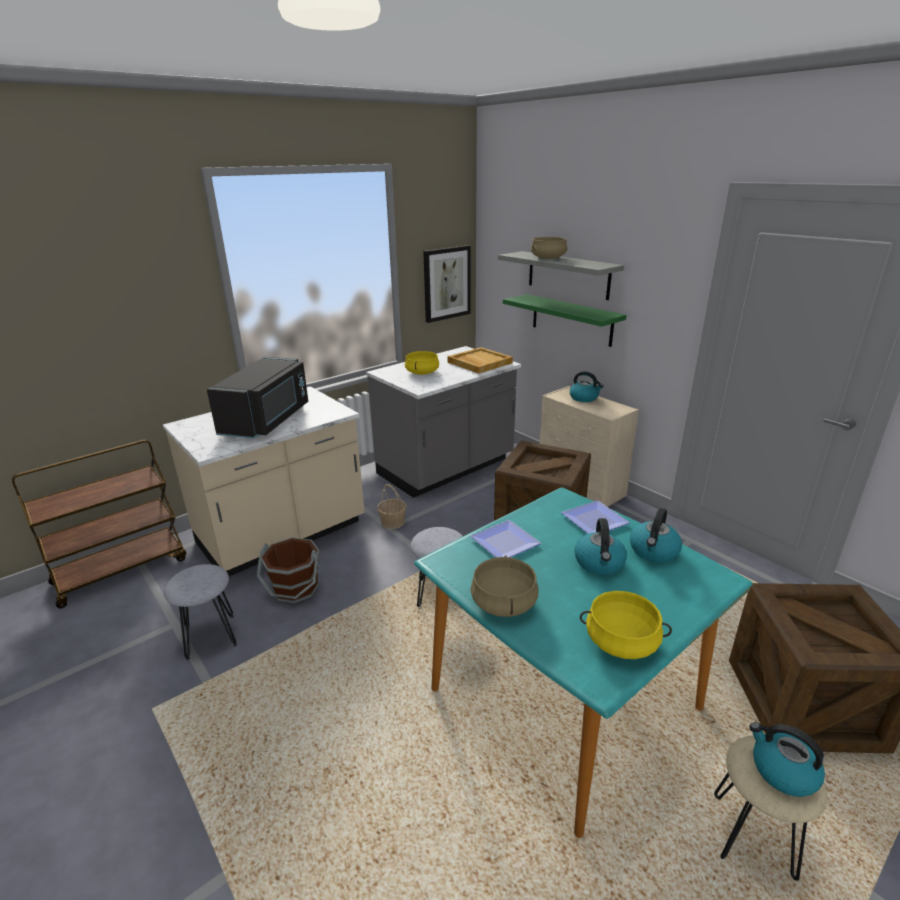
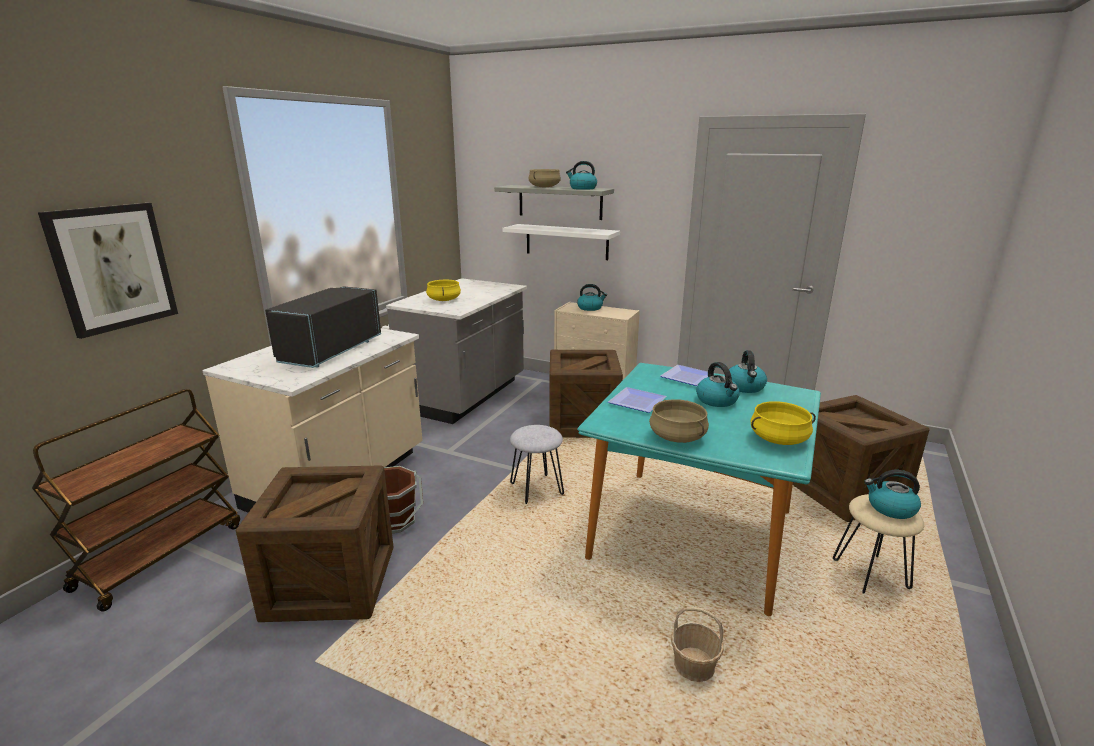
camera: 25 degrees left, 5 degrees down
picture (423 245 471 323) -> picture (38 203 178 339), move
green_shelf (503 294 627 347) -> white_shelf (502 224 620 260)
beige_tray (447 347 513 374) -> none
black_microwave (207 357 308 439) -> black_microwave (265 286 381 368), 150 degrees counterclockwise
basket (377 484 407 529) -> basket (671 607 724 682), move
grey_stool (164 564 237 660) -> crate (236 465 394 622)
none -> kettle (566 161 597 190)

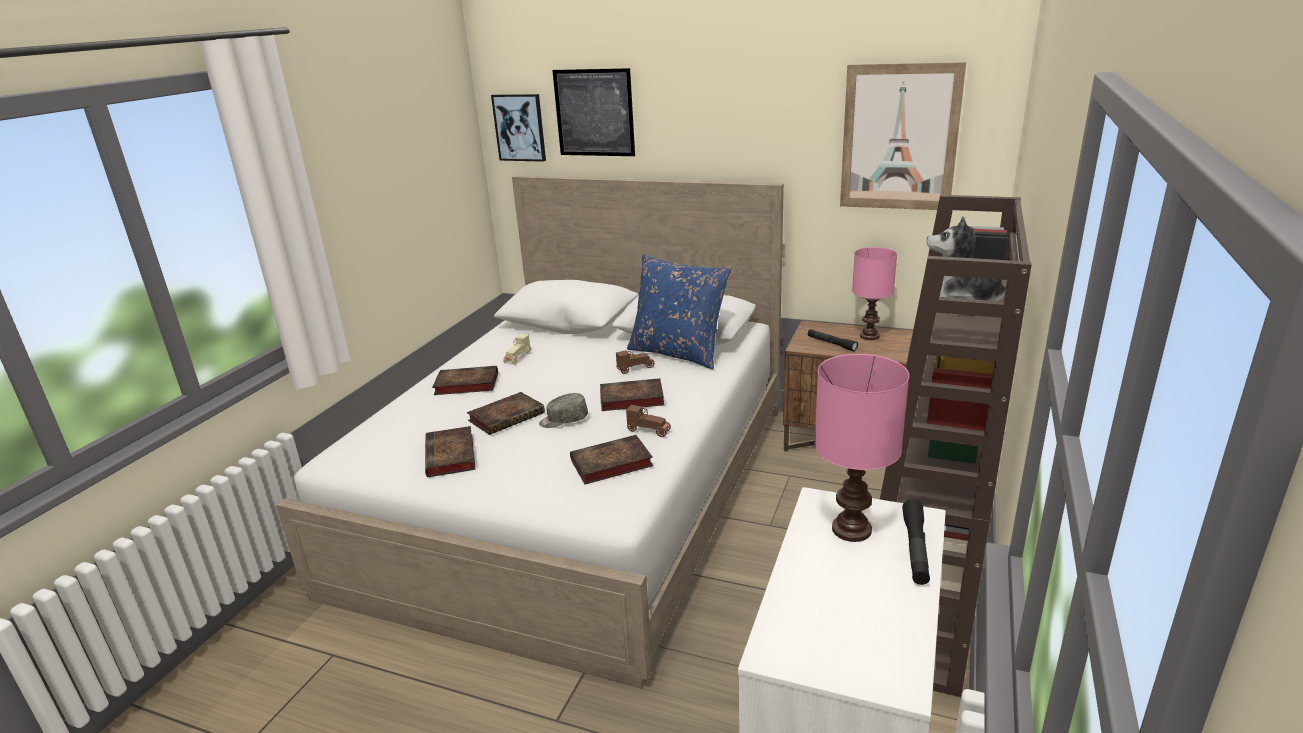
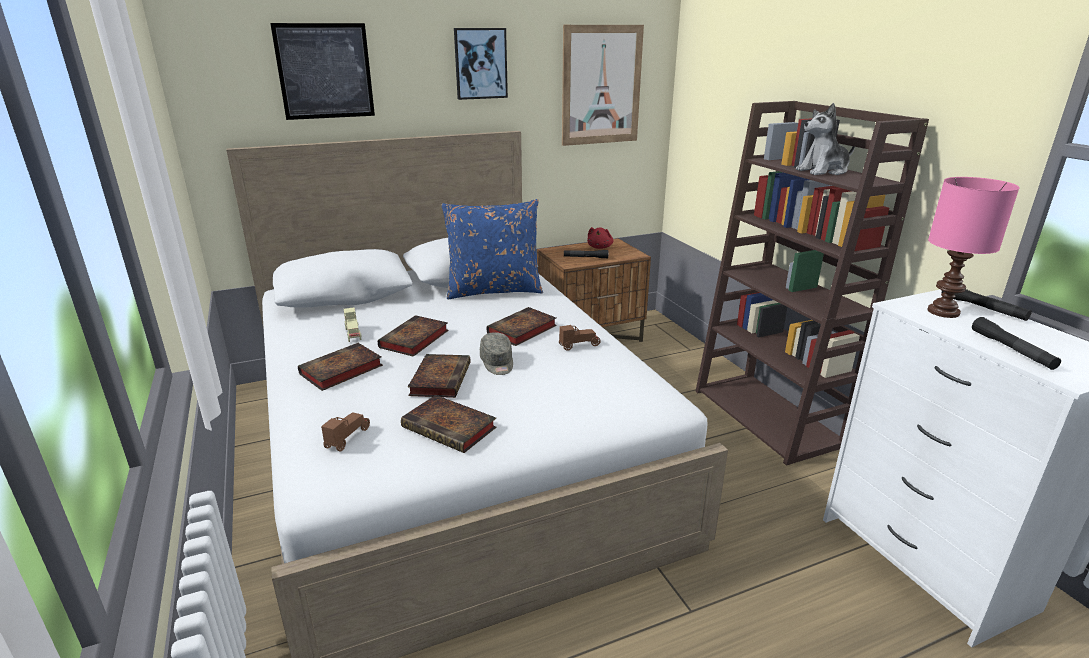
camera: 45 degrees left, 0 degrees up
picture (491 94 546 162) -> picture (454 28 508 100), move
pink_table_lamp (852 247 897 340) -> red_plush_toy (587 227 613 249)
brown_toy_car (616 350 655 374) -> brown_toy_car (321 412 370 451), move
grey_cap (539 393 588 428) -> grey_cap (480 332 513 375), 45 degrees counterclockwise
book (570 435 653 484) -> book (378 315 449 357), move
none -> black_flashlight (972 317 1061 370)

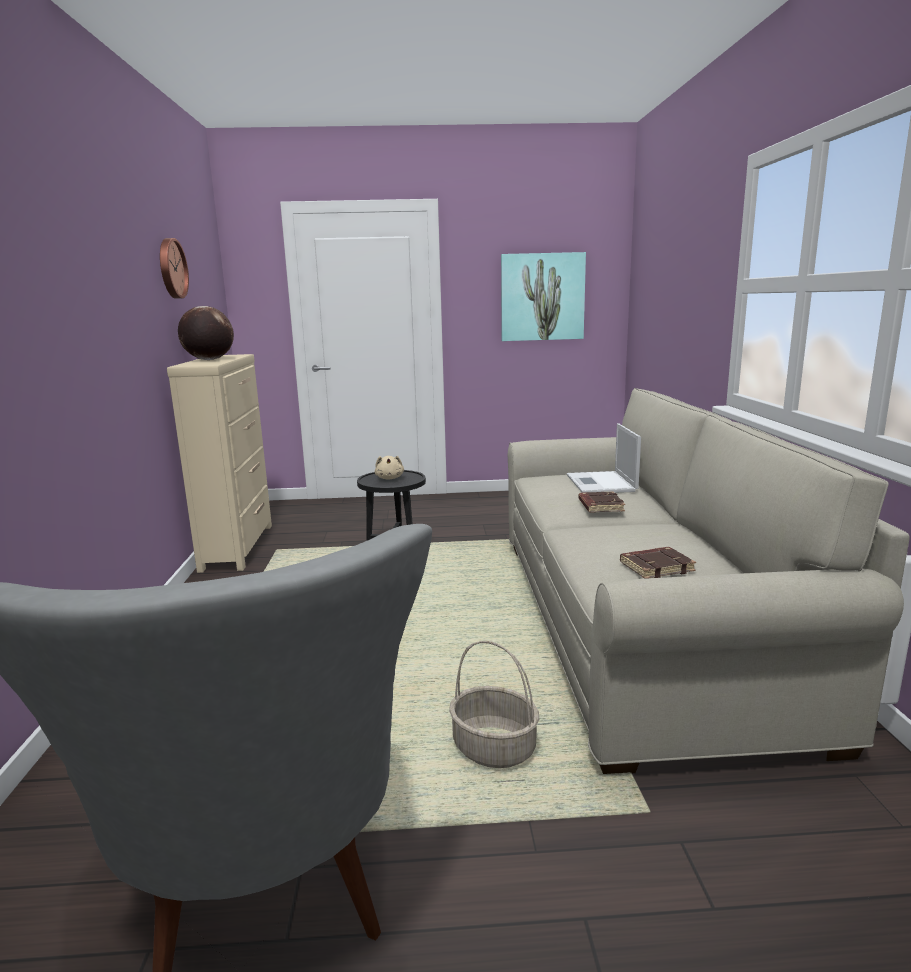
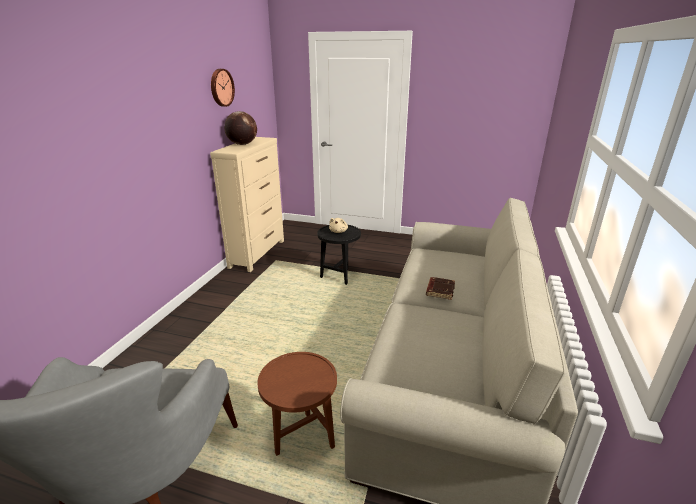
camera: 20 degrees right, 10 degrees up
picture (501 252 586 341) -> none
laptop (567 423 641 493) -> none
brown_book (620 547 696 579) -> none
basket (449 641 540 768) -> brown_side_table (257 352 337 456)

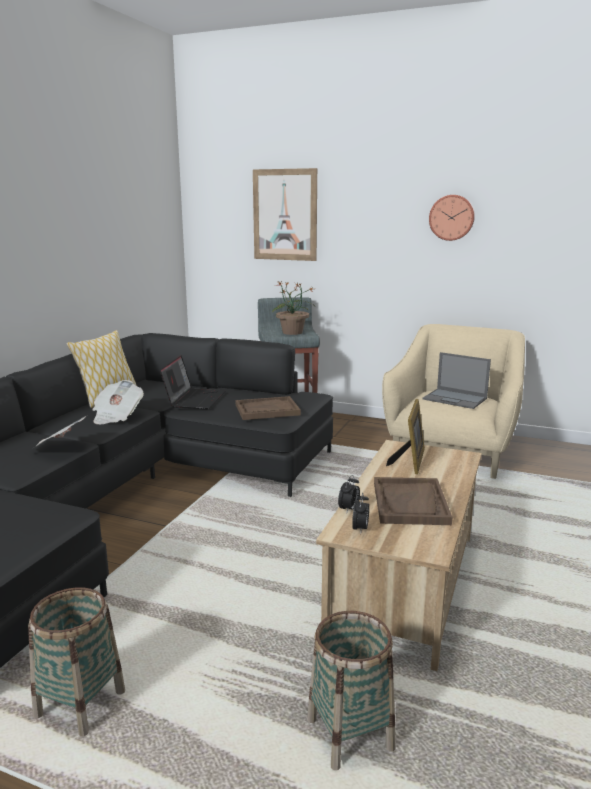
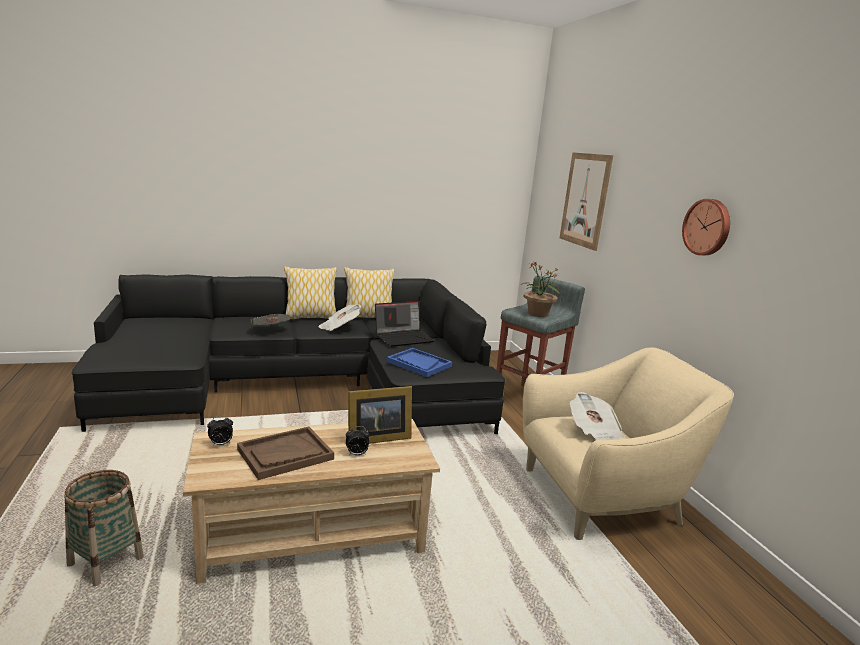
camera: 50 degrees right, 0 degrees up
laptop (422 352 491 409) -> newspaper (570 392 624 440)
brown_tray (236 396 301 420) -> blue_tray (386 348 452 377)
alarm_clock (338 475 360 514) -> alarm_clock (346 426 370 455), move
basket (28 588 125 736) -> none
none -> pillow (284 266 337 319)

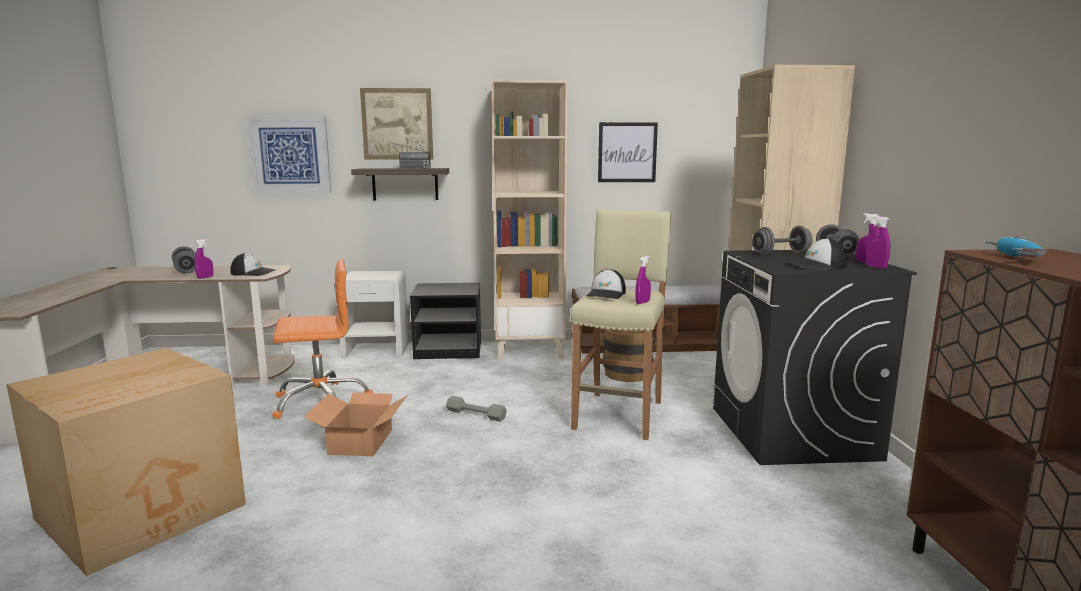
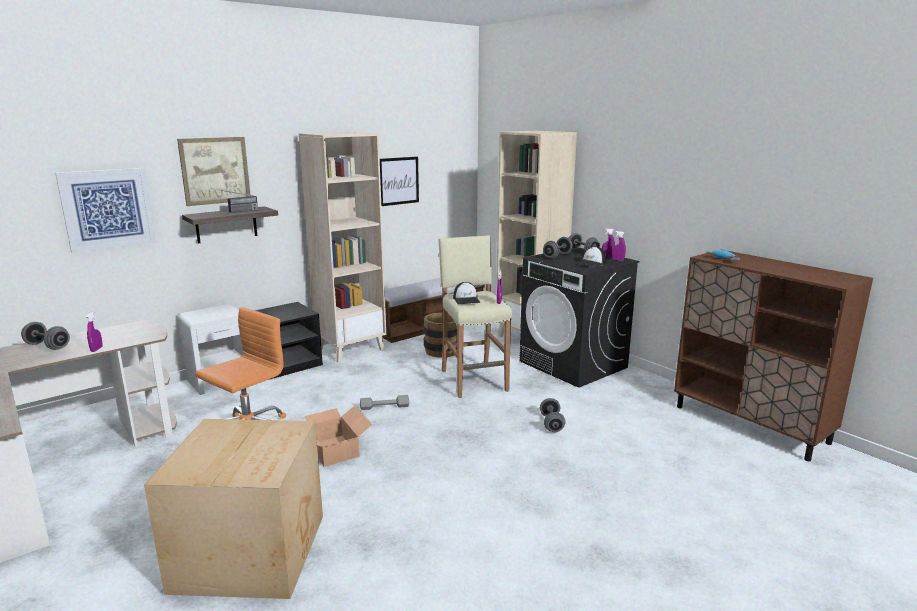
camera: 35 degrees left, 5 degrees up
cap (230 253 275 276) -> none
none -> grey_dumbbell (540 398 566 432)

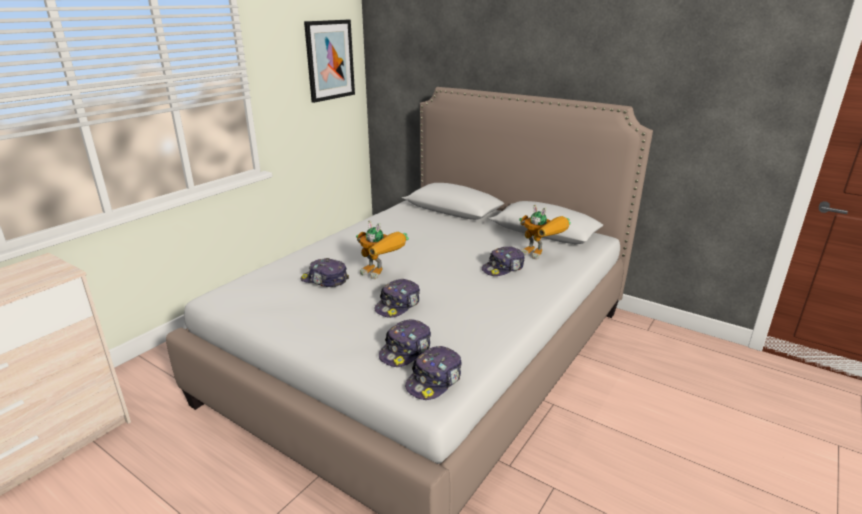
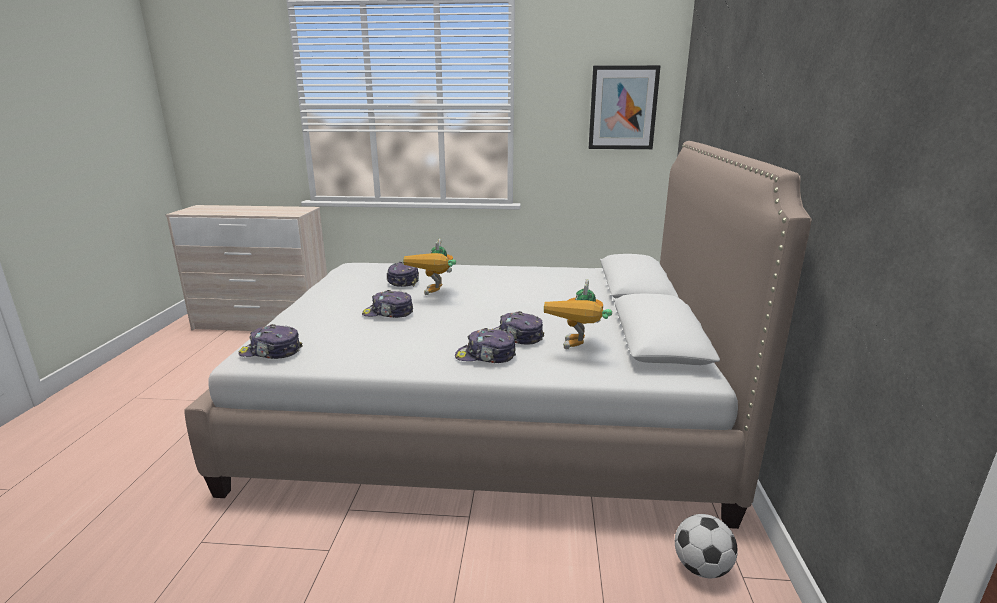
camera: 60 degrees right, 5 degrees down
cap (379 319 431 367) -> cap (455 328 516 363), move
none -> football (675 514 738 578)

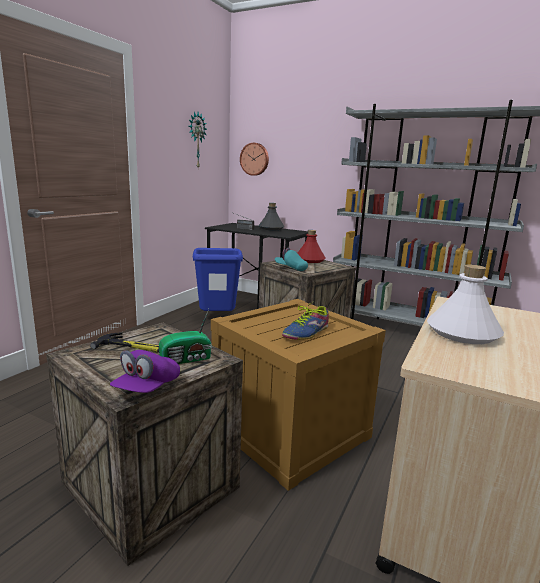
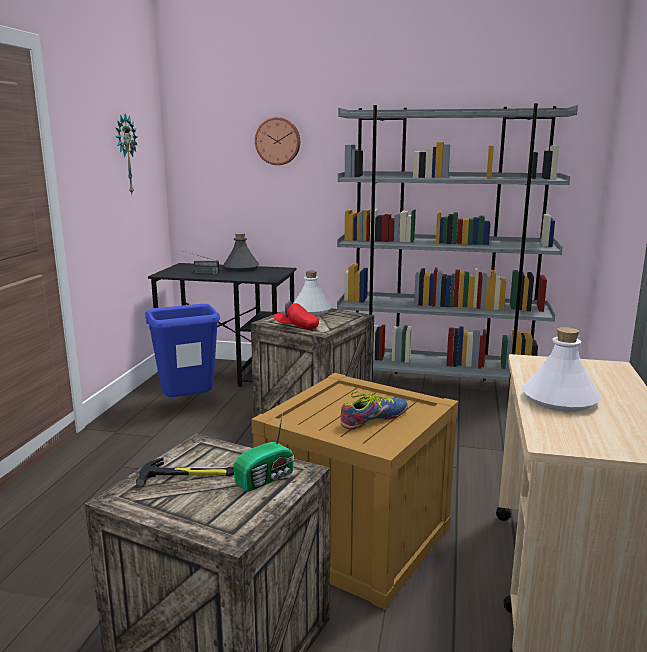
camera: 15 degrees left, 0 degrees up
wall_clock (240 143 269 176) -> wall_clock (255 117 300 165), move
red_bottle (297 230 326 263) -> white_bottle (294 271 332 315)
turquoise_cap (275 248 308 271) -> red_cap (274 300 319 330)
shoe (282 302 329 340) -> shoe (341 391 408 430), 150 degrees counterclockwise
purple_cap (110 350 180 393) -> none

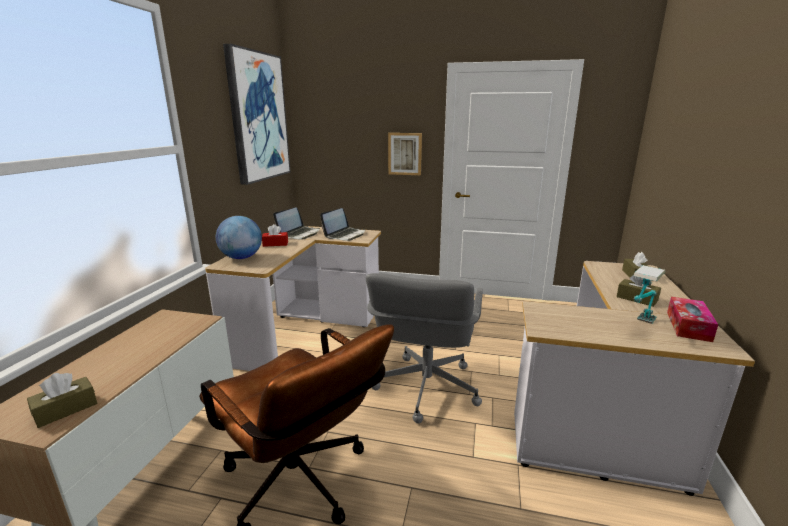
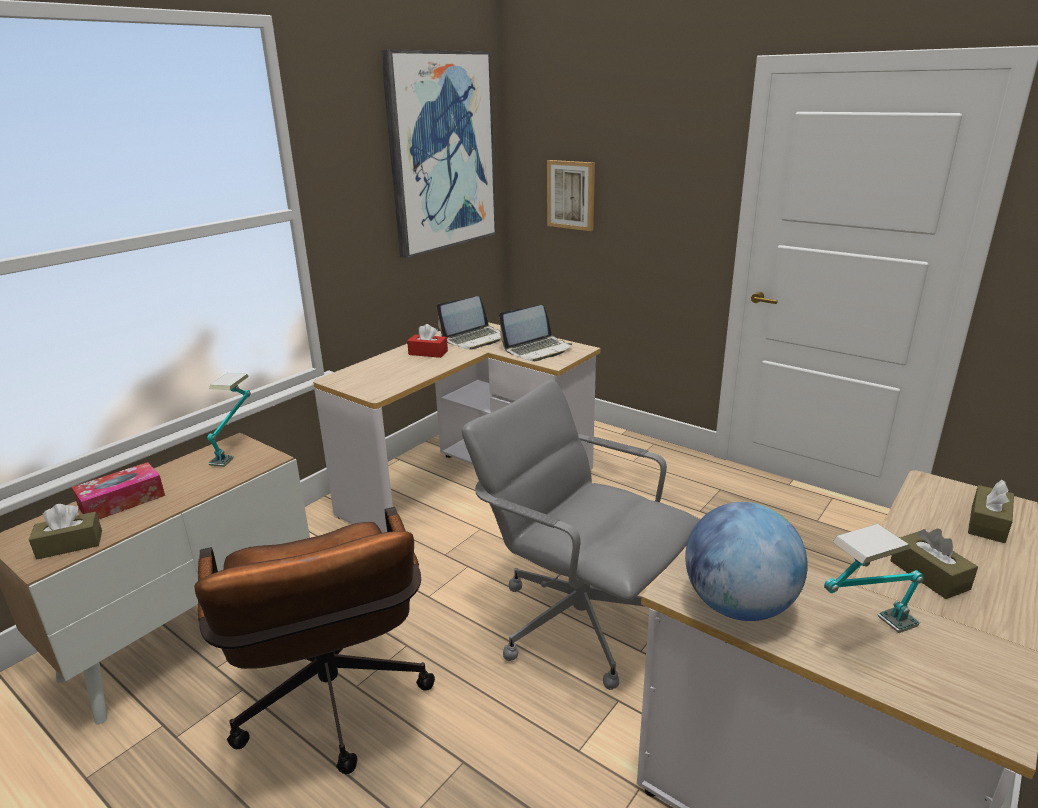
camera: 25 degrees right, 5 degrees up
picture (388 133 422 175) -> picture (547 160 595 231), move
globe (216 216 262 259) -> globe (685 502 808 621), move
grey_office_chair (366 273 483 423) -> grey_office_chair (462 379 700 690), 90 degrees clockwise
tissue_box (667 297 718 342) -> tissue_box (72 462 165 519), move
none -> table_lamp (207 373 251 467)

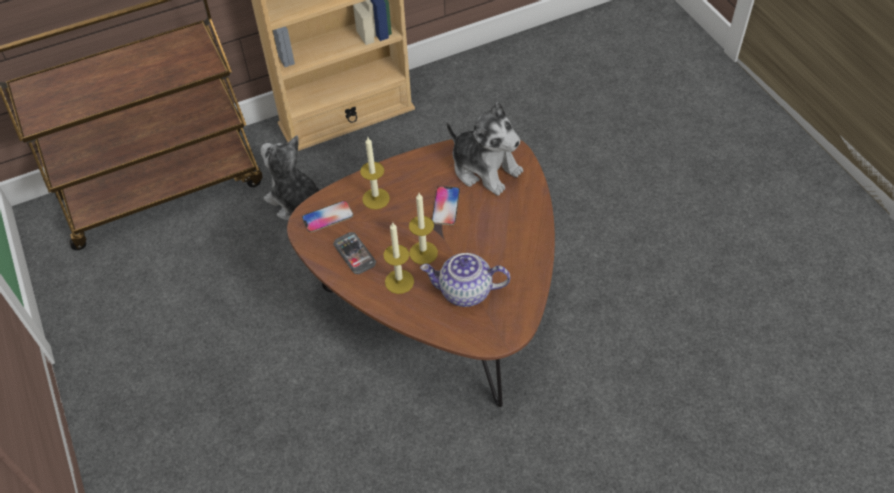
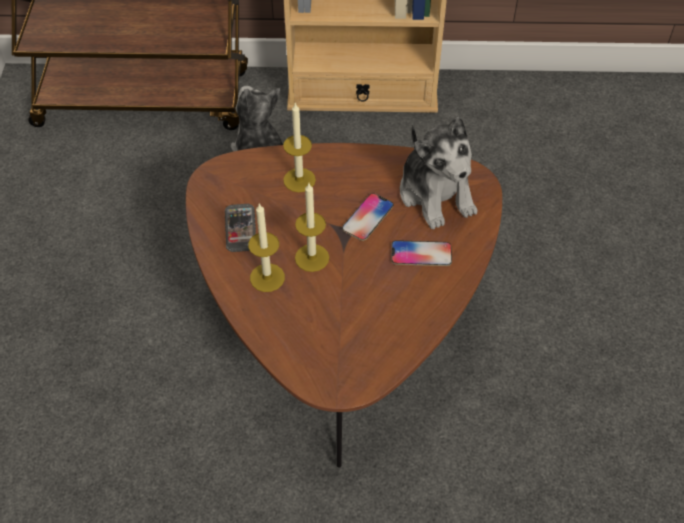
camera: 25 degrees right, 0 degrees up
phone (302 201 353 232) -> phone (391 240 452 266), move
teapot (420 253 510 307) -> none

